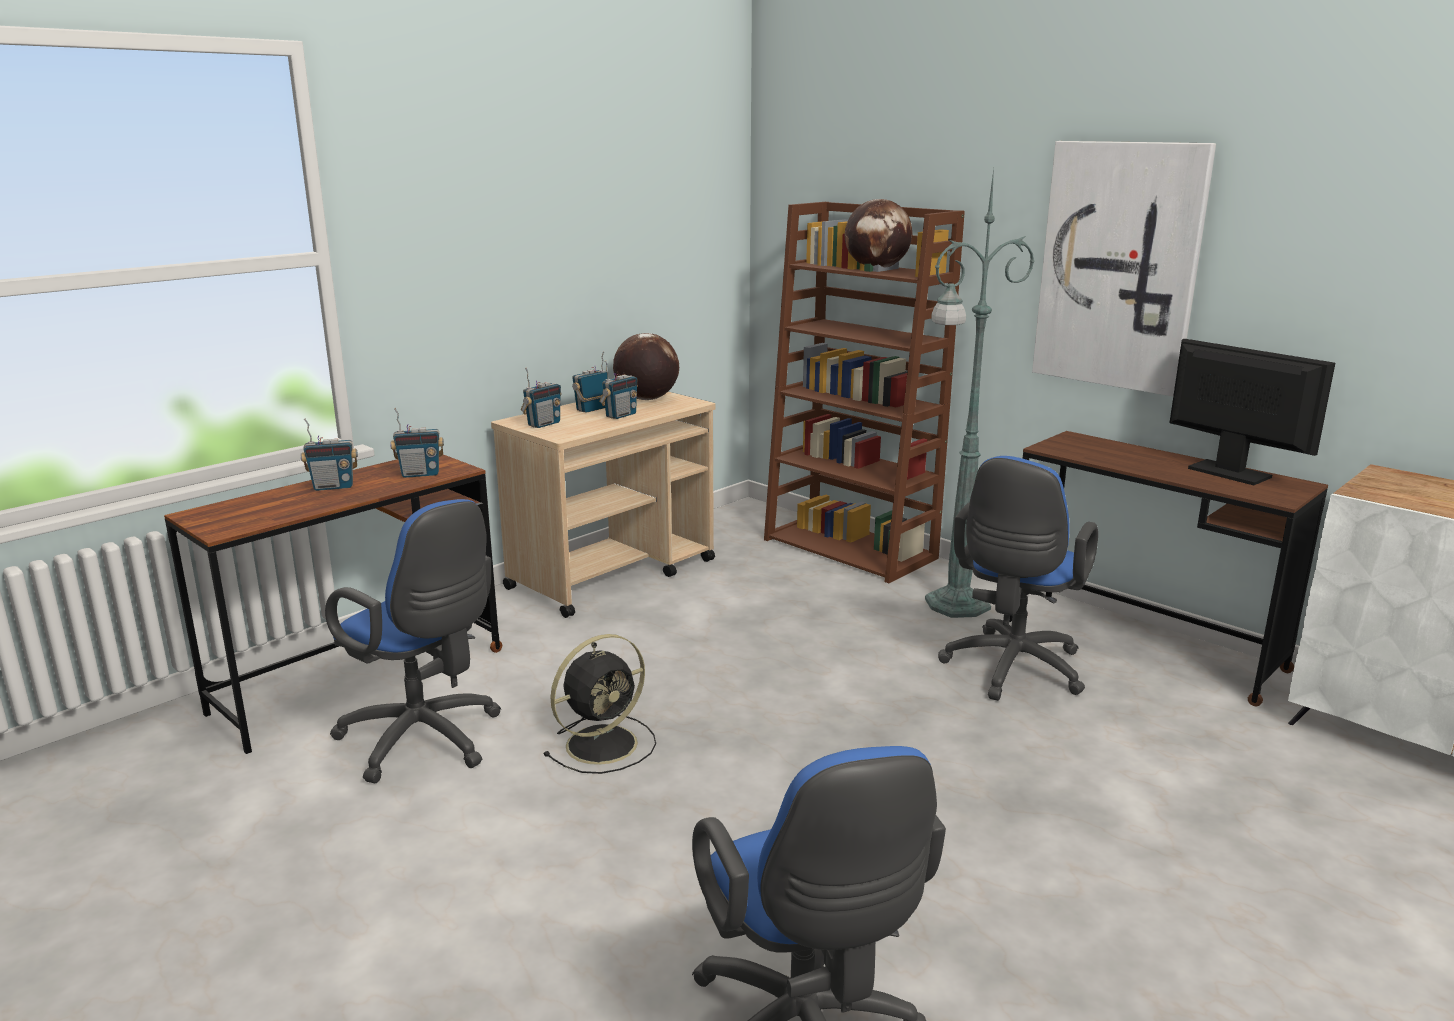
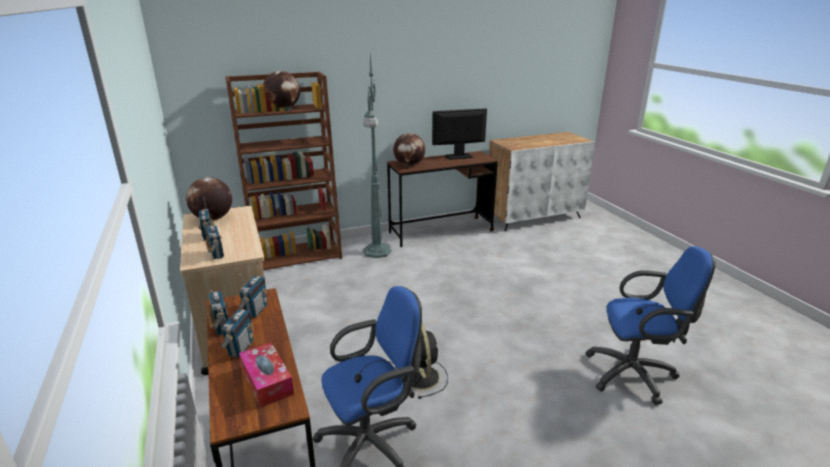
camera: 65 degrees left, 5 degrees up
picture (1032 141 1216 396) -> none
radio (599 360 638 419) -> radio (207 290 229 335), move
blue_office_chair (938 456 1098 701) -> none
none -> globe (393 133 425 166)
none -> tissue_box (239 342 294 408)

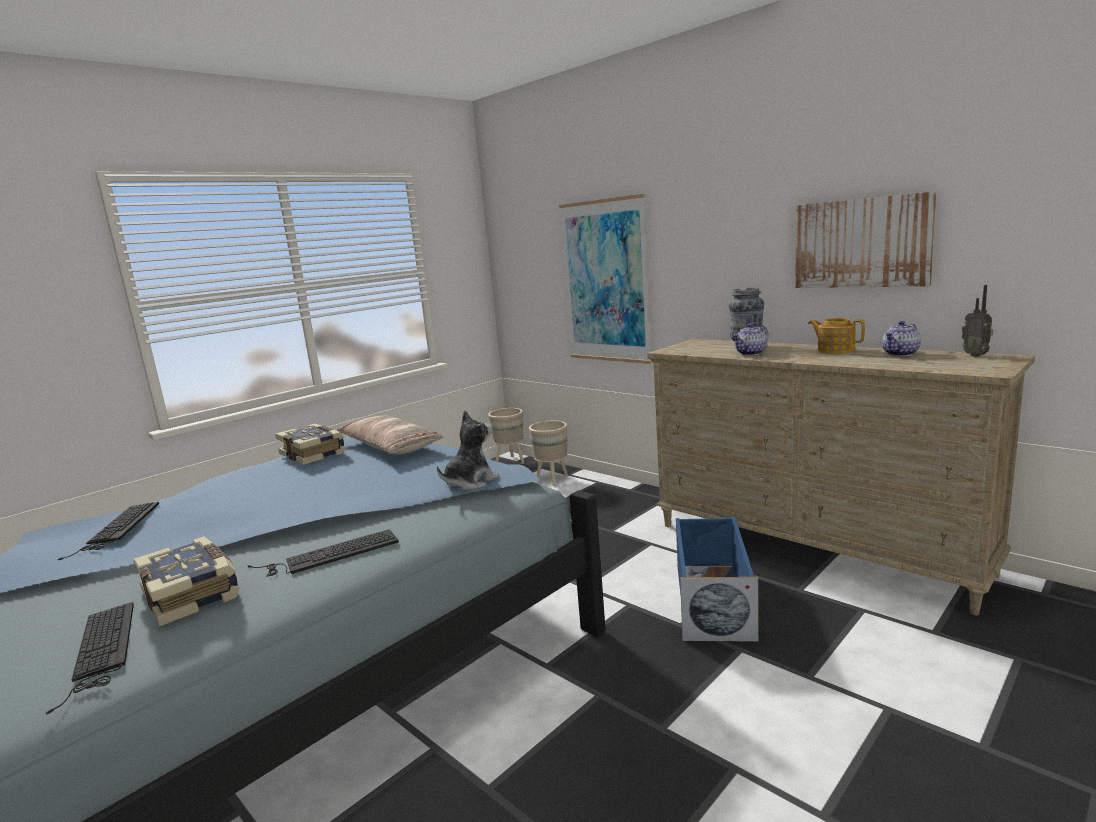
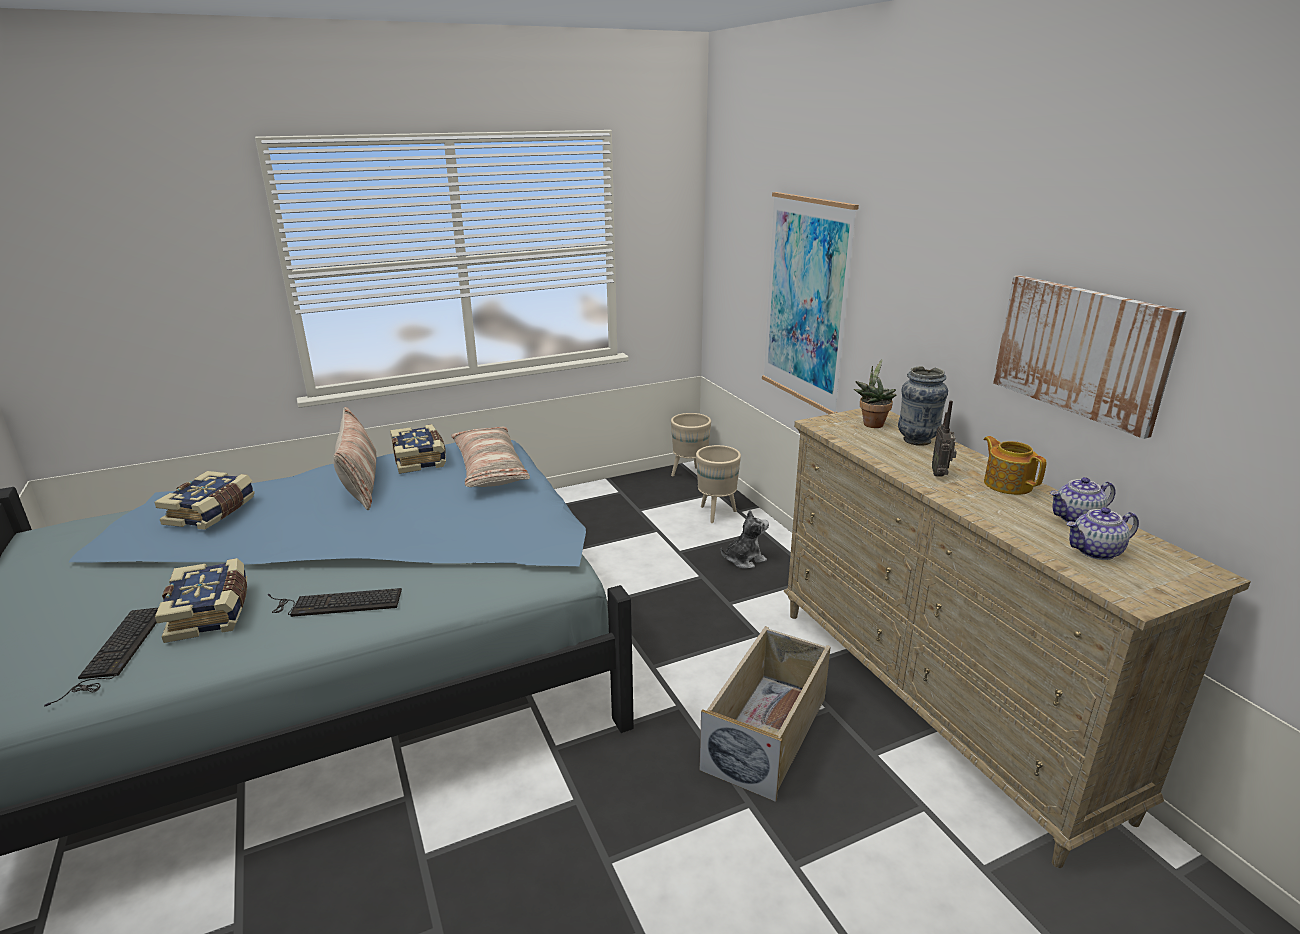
camera: 20 degrees right, 10 degrees up
radio (962 285 993 357) -> radio (932 401 957 477), move
teapot (732 323 769 355) -> teapot (1067 507 1139 560), move
plush_toy (437 411 499 491) -> plush_toy (721 510 769 569), move
keyboard (58 502 159 560) -> book (154 471 255 530)
blue_storage_box (676 517 759 642) -> beige_storage_box (700 626 831 802)
none -> potted_plant (854 359 896 428)
none -> pillow (333 407 377 510)

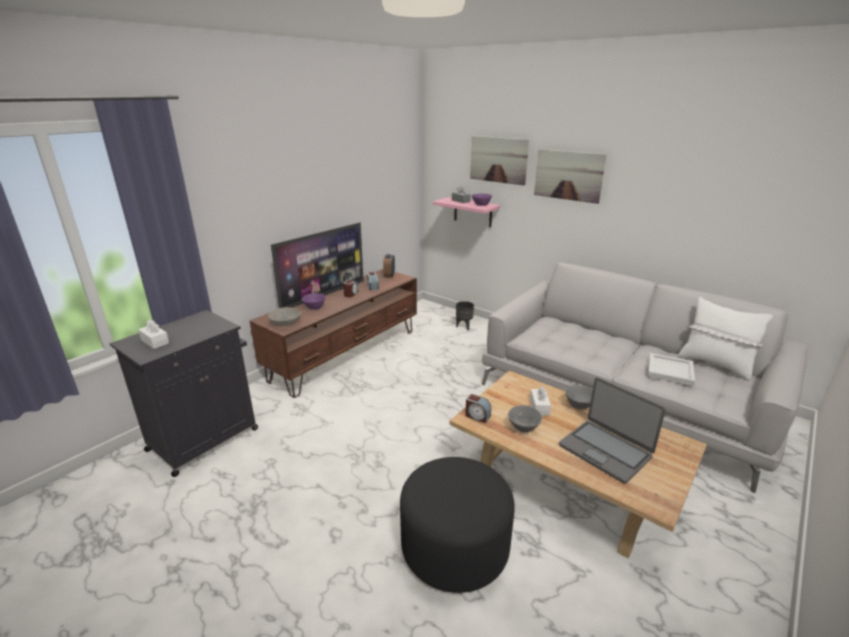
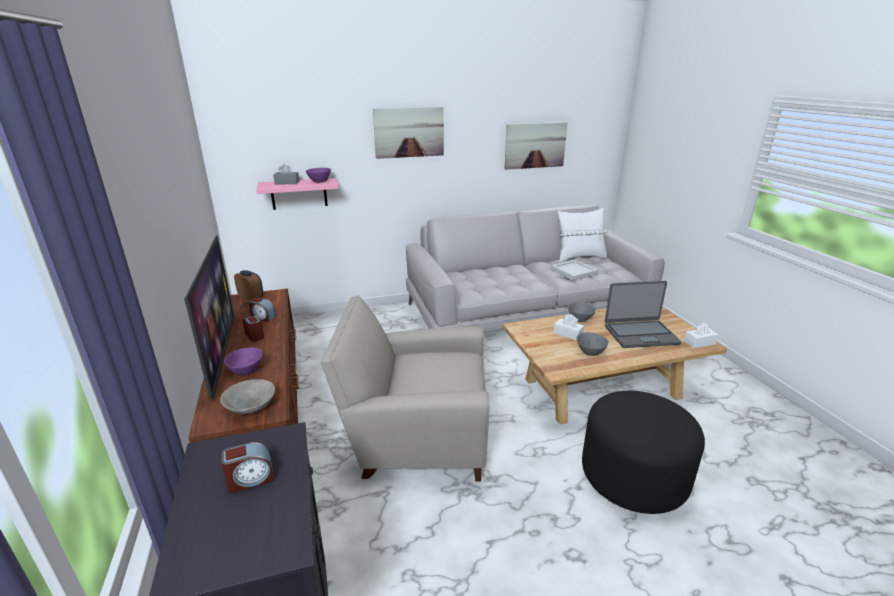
camera: 55 degrees left, 0 degrees up
picture (470 136 529 185) -> picture (504 122 568 170), move
black_planter (456 301 474 330) -> none
white_tissue_box (138 319 169 349) -> white_tissue_box (684 322 719 348), move
alarm_clock (465 394 491 423) -> alarm_clock (221 442 274 493), move
none -> beige_armchair (321 296 490 482)

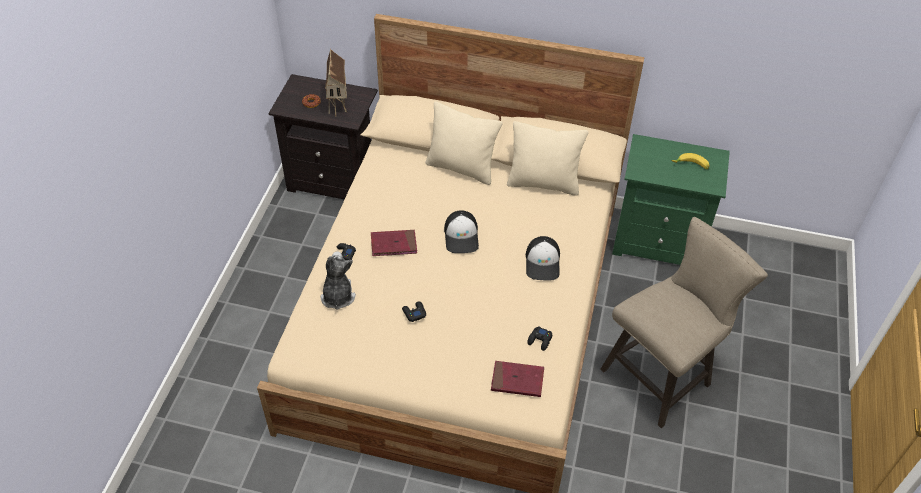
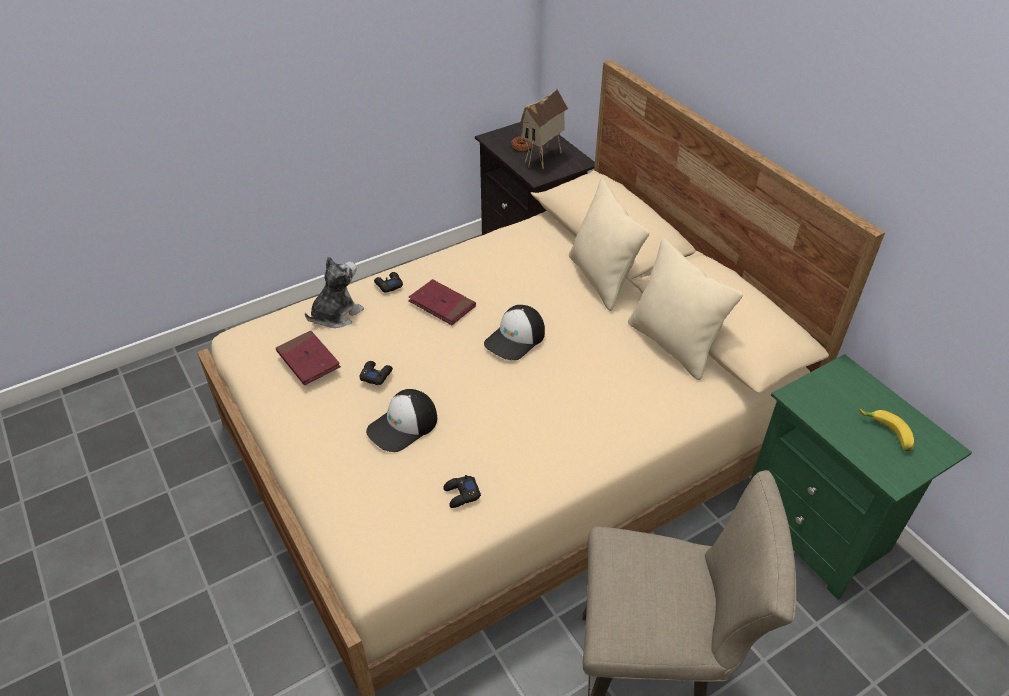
camera: 45 degrees right, 5 degrees down
cap (526 236 560 280) -> cap (366 389 437 452), move
red_book (491 361 544 397) -> red_book (276 330 341 385), move

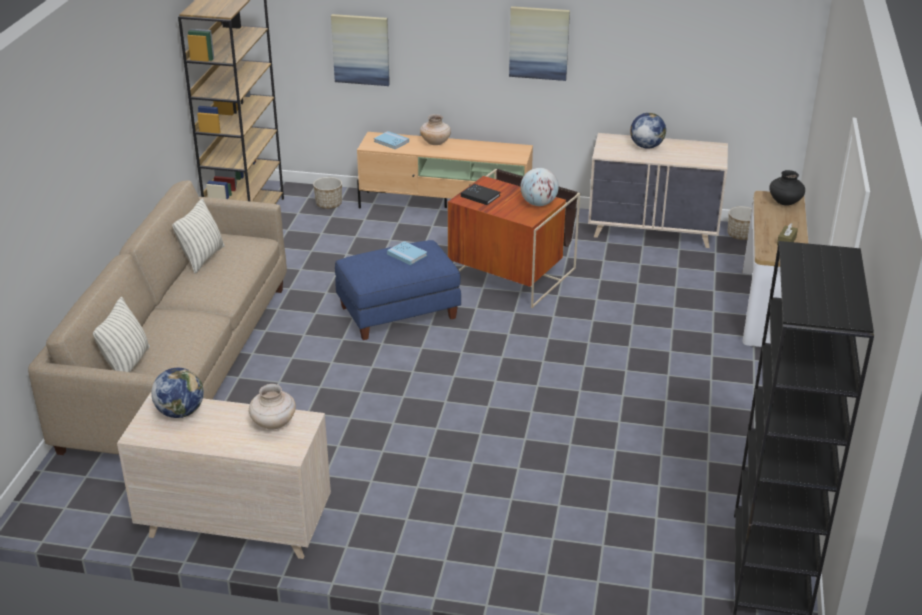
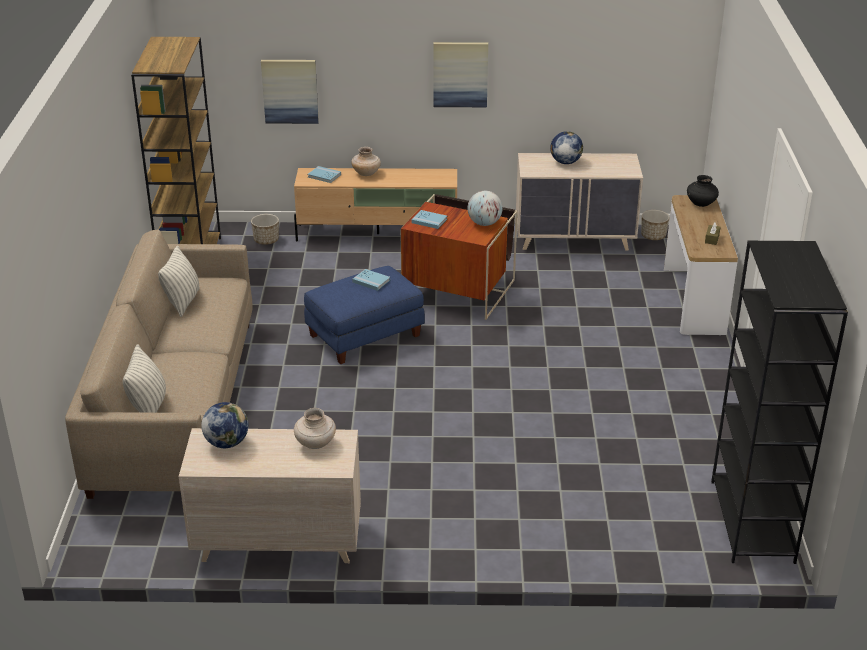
camera: 10 degrees left, 0 degrees up
black_book (461 184 500 205) -> blue_book (411 210 447 229)

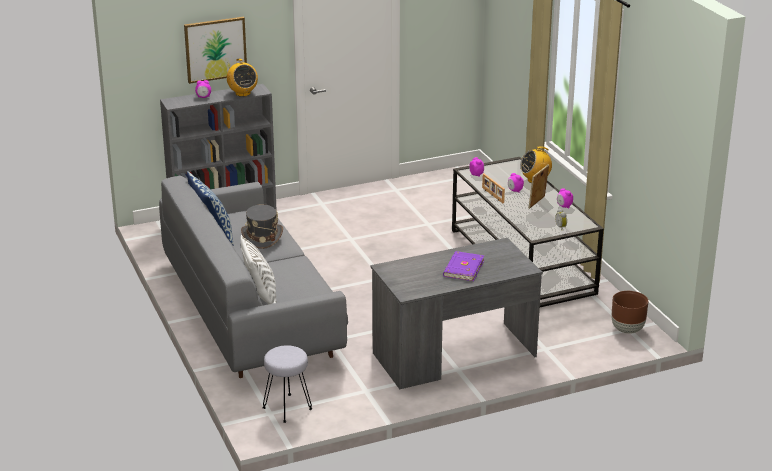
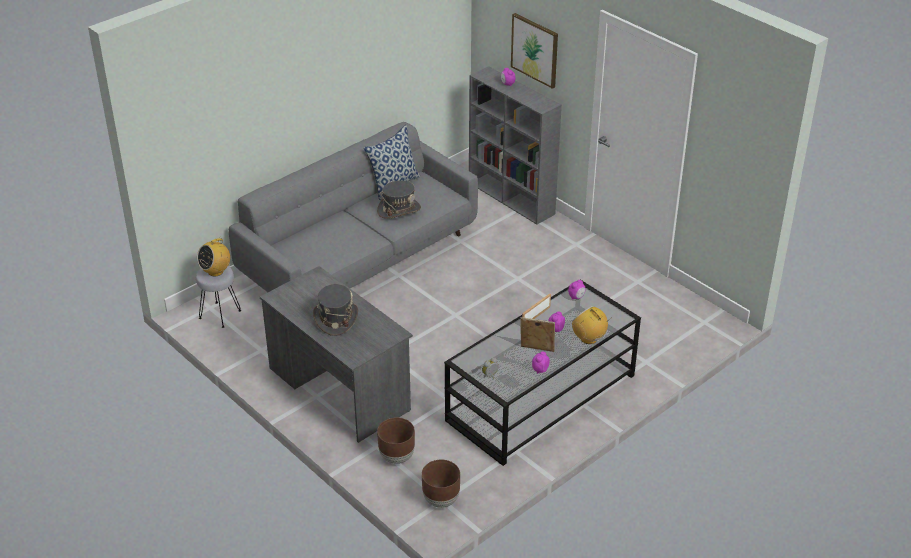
camera: 70 degrees right, 10 degrees up
radio (227 58 258 97) -> radio (197 238 230 276), move
white_pillow (241 235 277 304) -> none
purple_book (443 251 485 281) -> grey_hat (313 284 358 336)
none -> brown_planter (377 418 415 464)

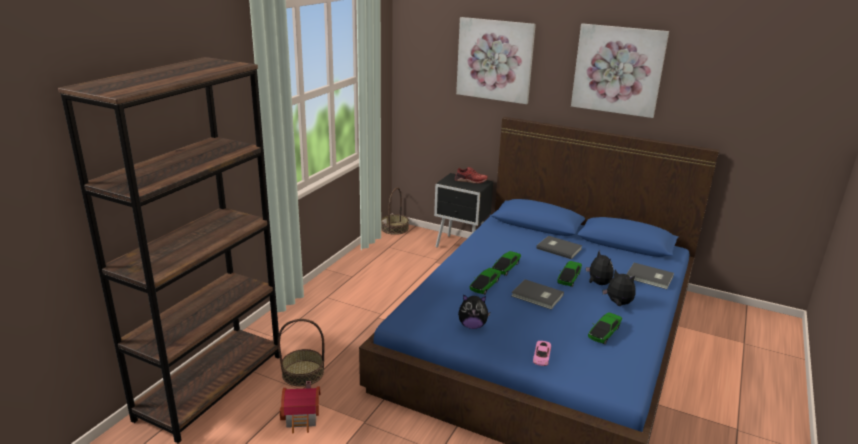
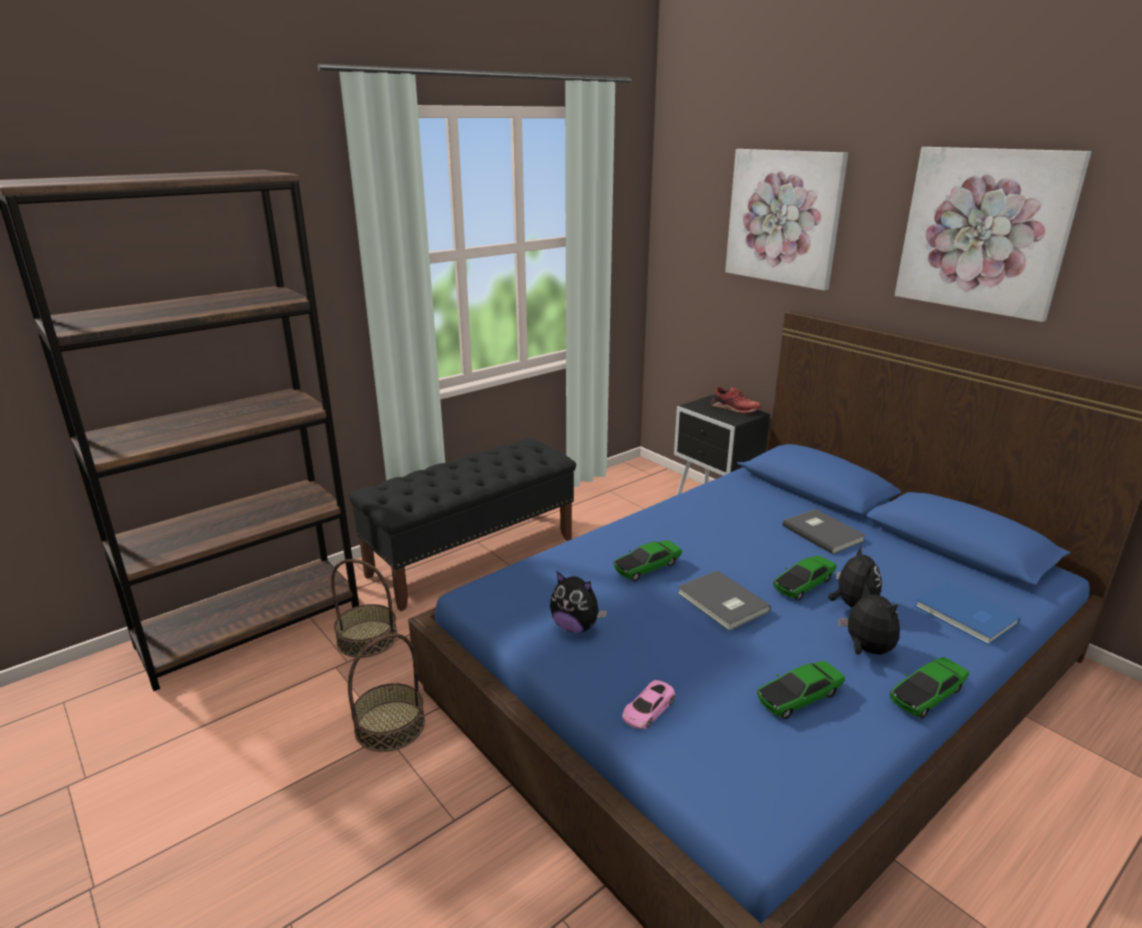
camera: 25 degrees right, 0 degrees up
basket (381 188 409 235) -> basket (348 633 425 752), move
toy_car (492 251 521 276) -> toy_car (890 657 969 719), move
grey_book (626 263 674 289) -> blue_book (915 582 1020 645)
toy_house (280 381 320 433) -> none
none -> black_bench (349 438 576 611)

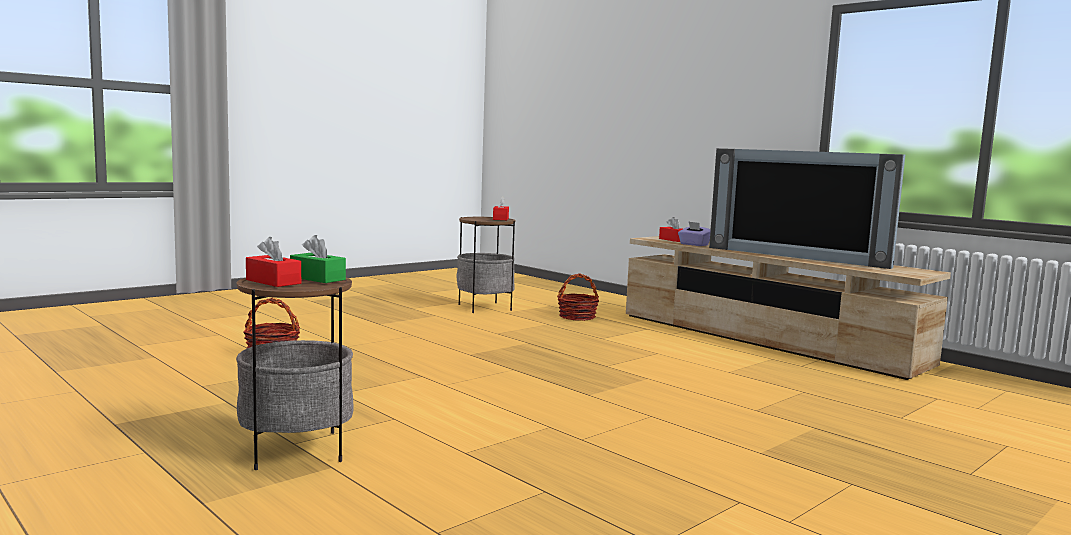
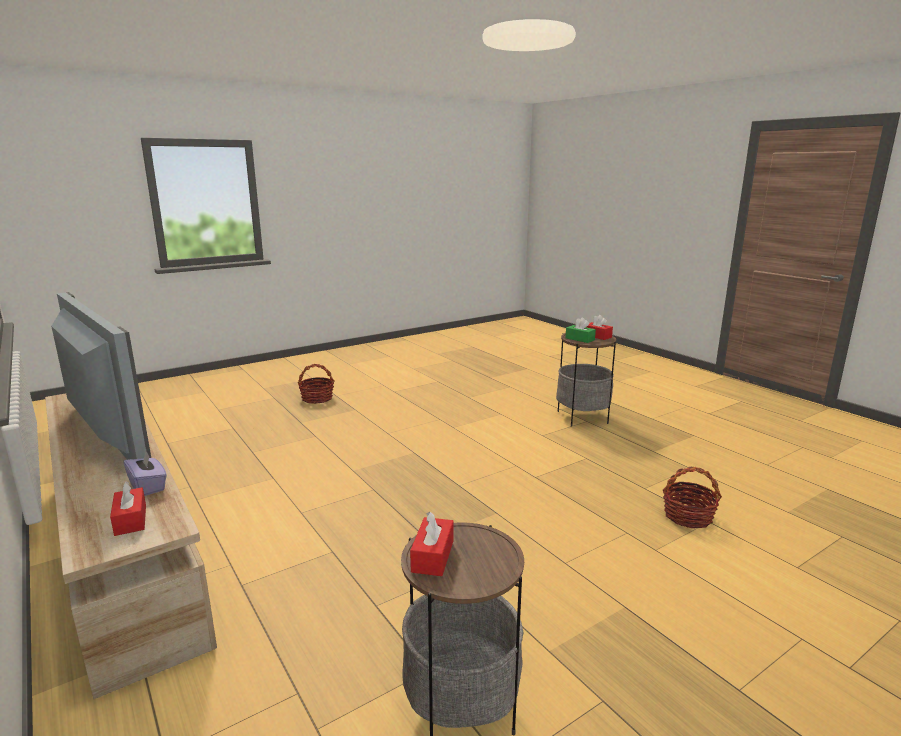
camera: 170 degrees left, 10 degrees up
basket (557 273 599 321) -> basket (298 364 335 404), move

